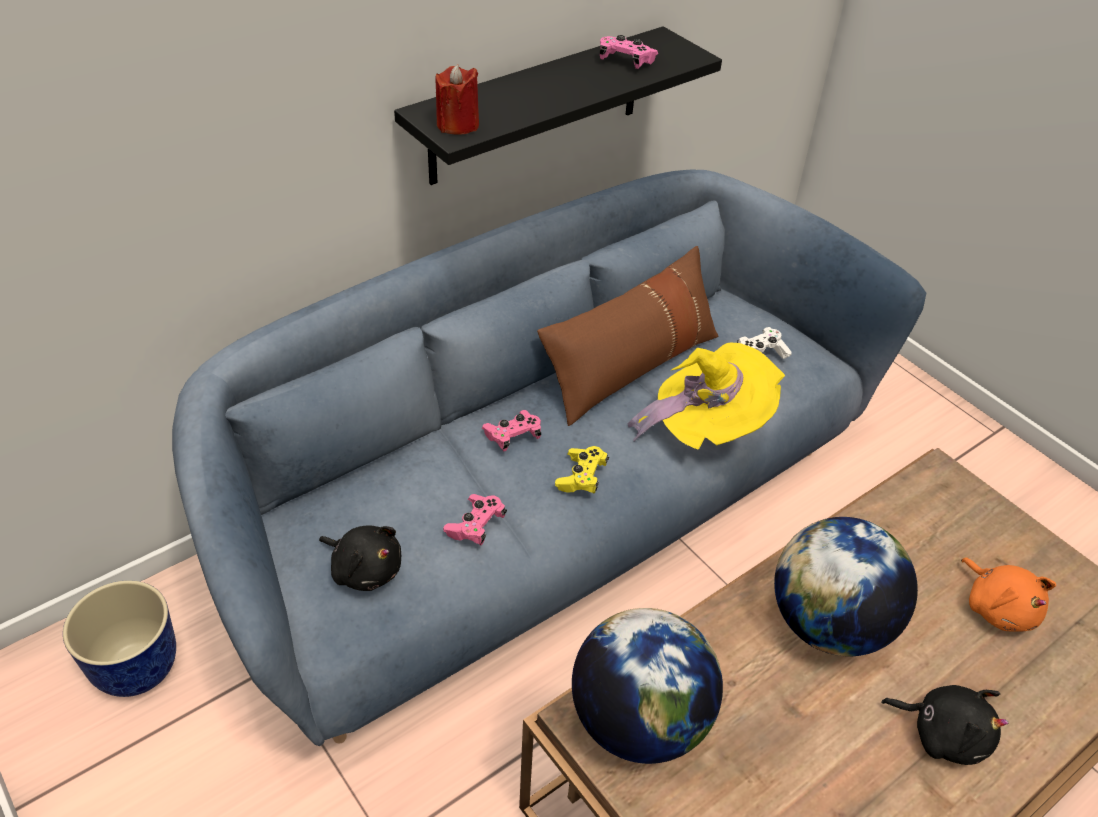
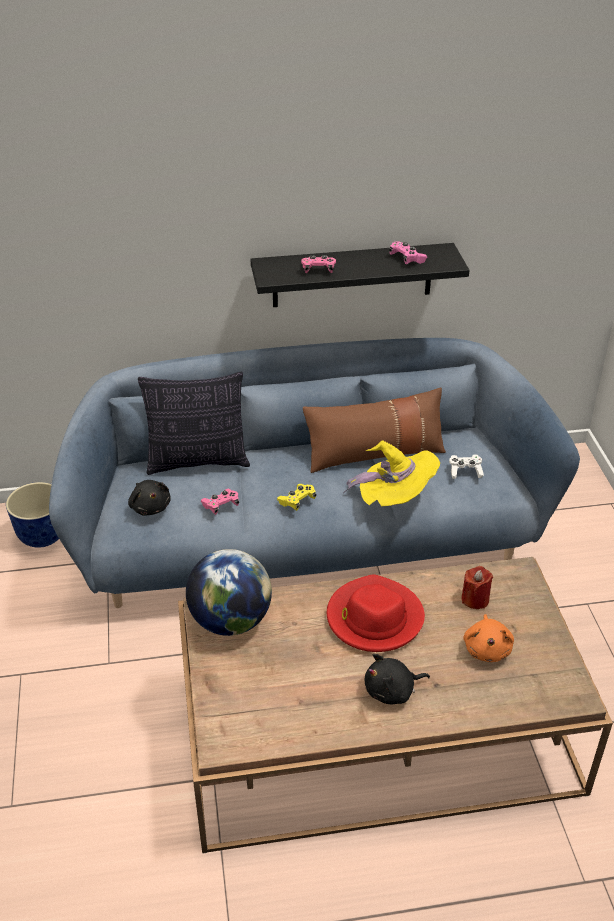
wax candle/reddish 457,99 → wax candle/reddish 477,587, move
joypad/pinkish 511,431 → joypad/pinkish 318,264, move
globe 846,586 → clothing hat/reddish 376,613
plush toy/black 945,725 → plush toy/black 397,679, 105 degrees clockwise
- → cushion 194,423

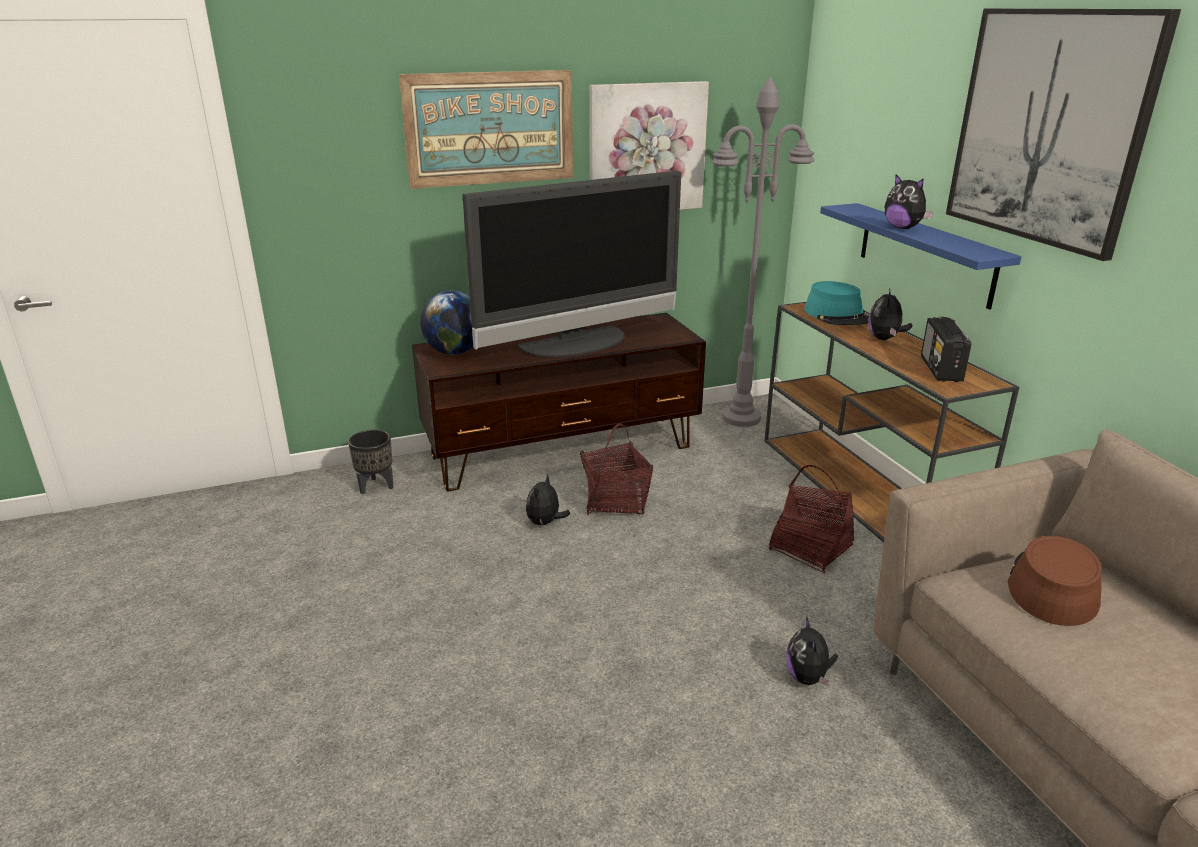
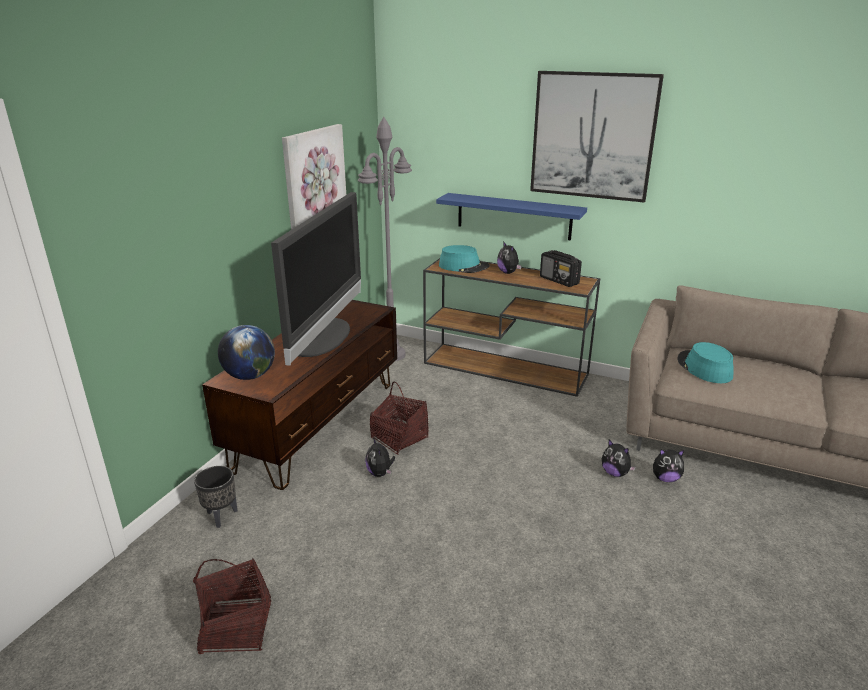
wall picture 486,129 → -
plush toy 909,202 → plush toy 668,465, move
storage basket 811,519 → storage basket 232,606, move
clothing hat/brownish 1055,581 → clothing hat/turquoise 705,362

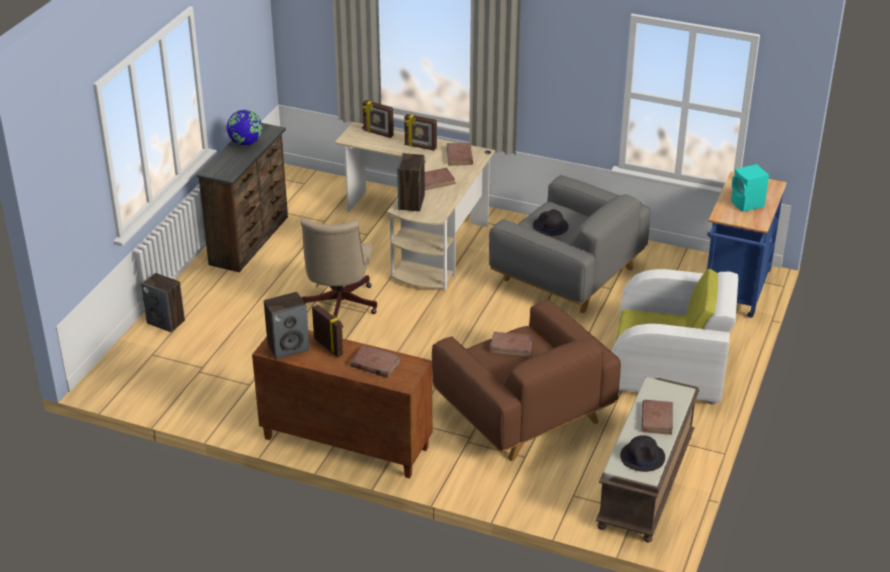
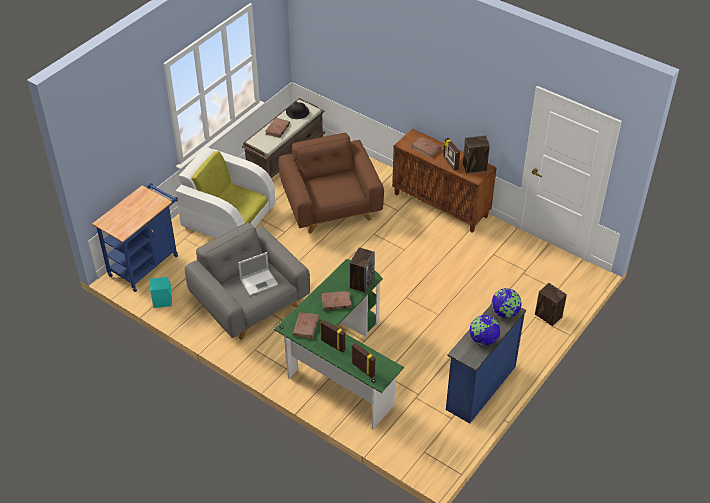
desk table/beige 415,206 → desk table/greenish 339,344
chest of drawers/brownish 242,197 → chest of drawers/bluish 486,364
loudspeaker/turquoise 750,188 → loudspeaker/turquoise 161,292, move
clothing hat/black 551,222 → portable computer 258,274
office chair/beige 339,268 → -
volume/brownish 511,344 → -
- → globe 507,303

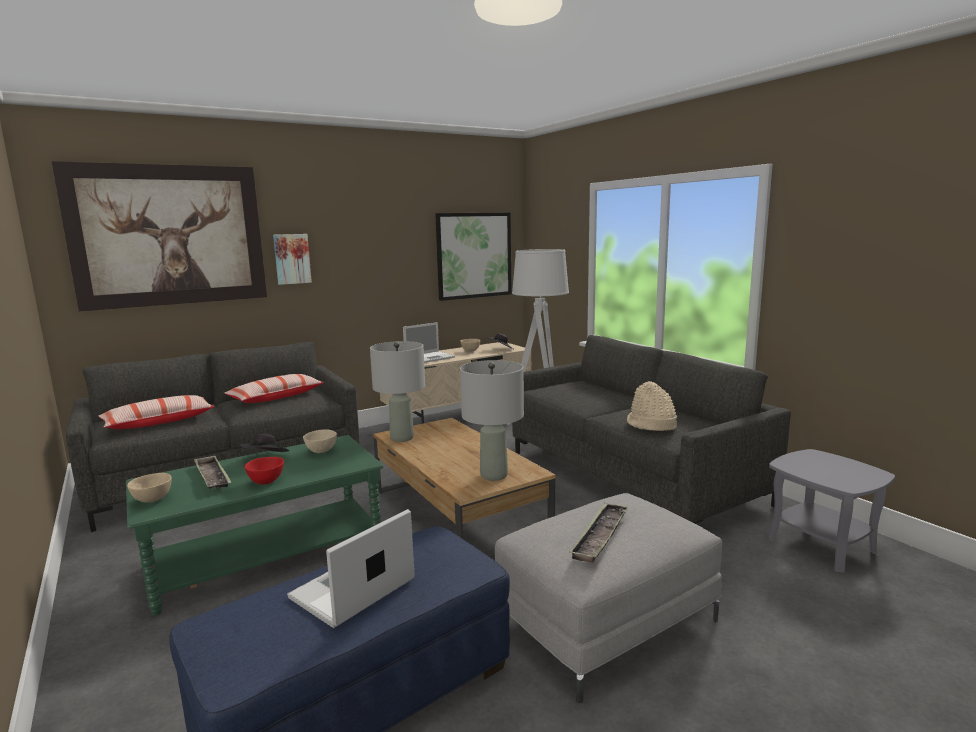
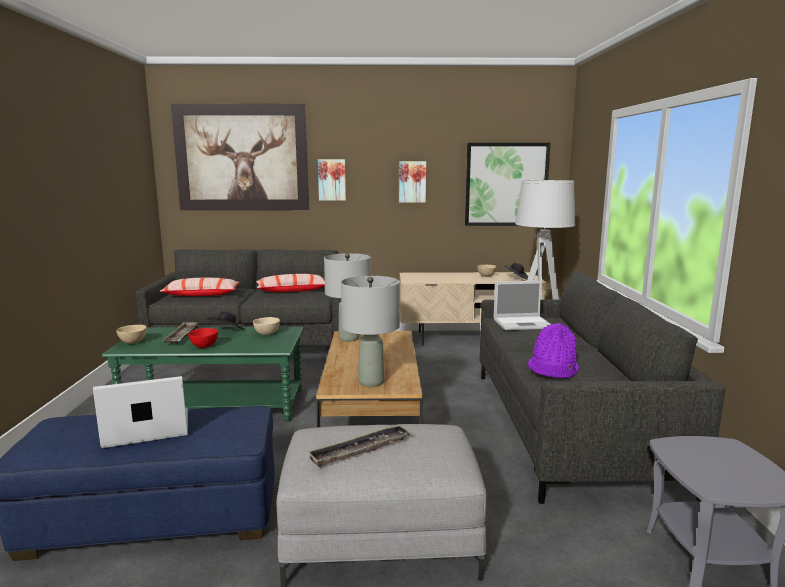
portable computer 429,342 → portable computer 522,305, move
clothing hat/beige 652,406 → clothing hat/purplish 553,350
- → wall picture 412,182

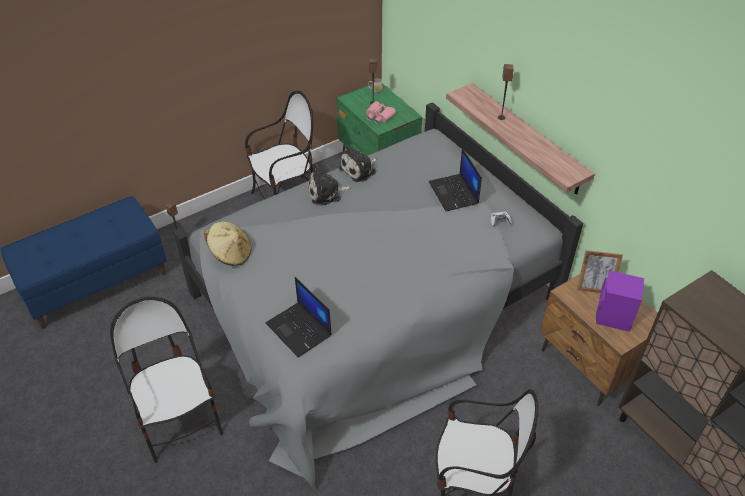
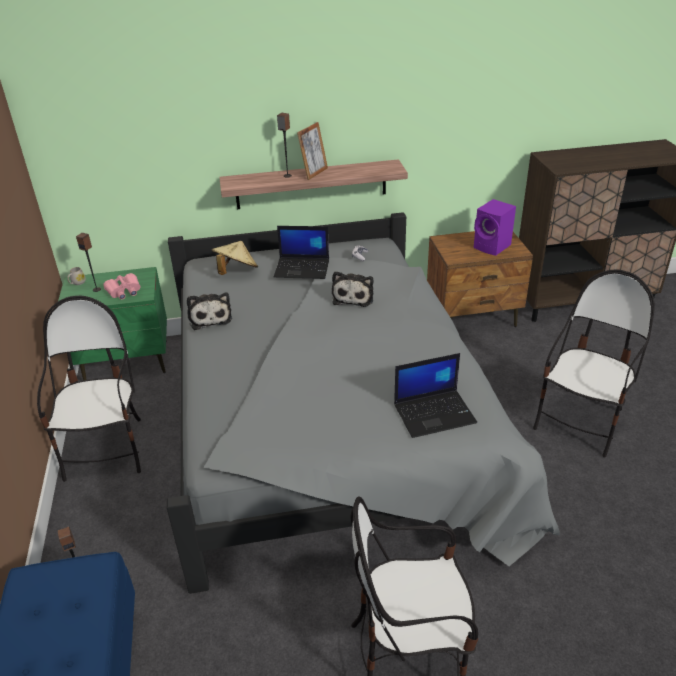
plush toy 329,185 → plush toy 352,289, move
clothing hat/beige 227,243 → clothing hat/beige 235,258, move
photo frame 600,271 → photo frame 312,151, move

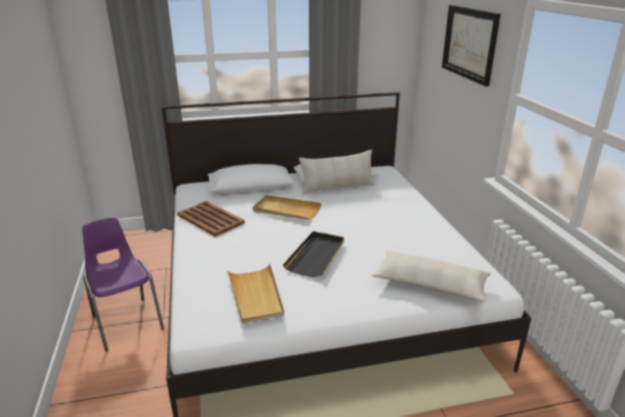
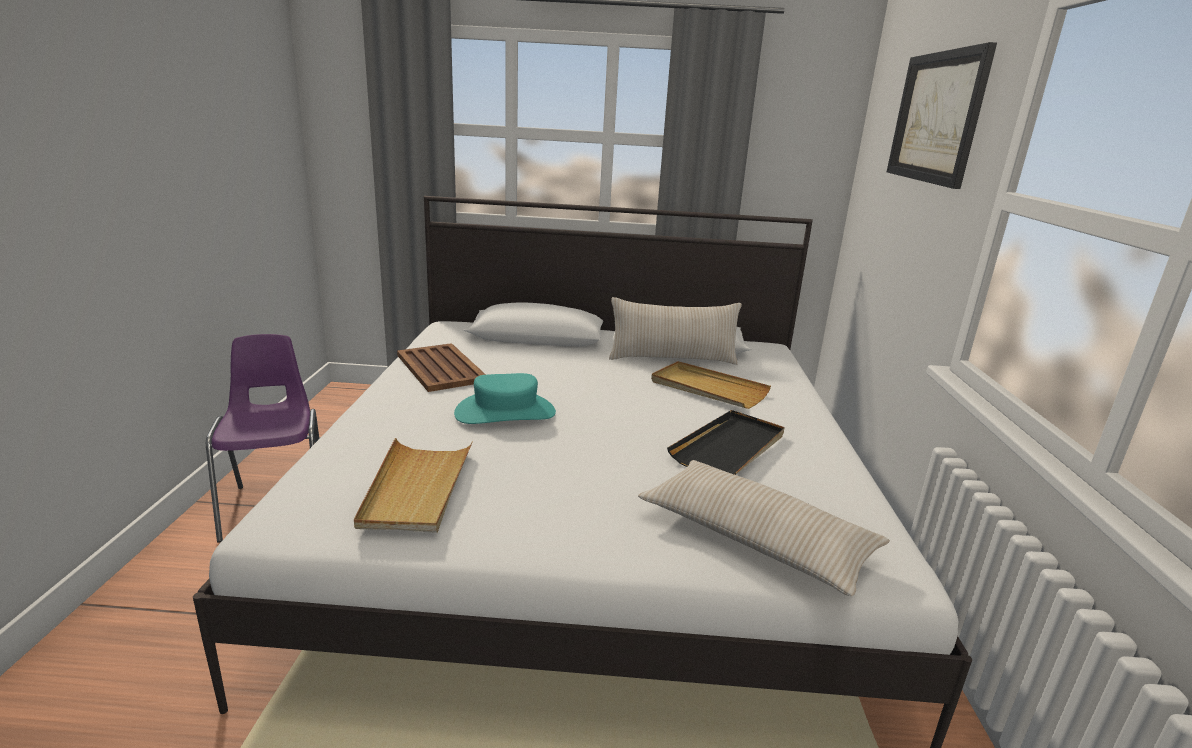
tray/beige 287,207 → tray/beige 711,385, move
tray/black 313,254 → tray/black 726,442, move
- → clothing hat/turquoise 505,398

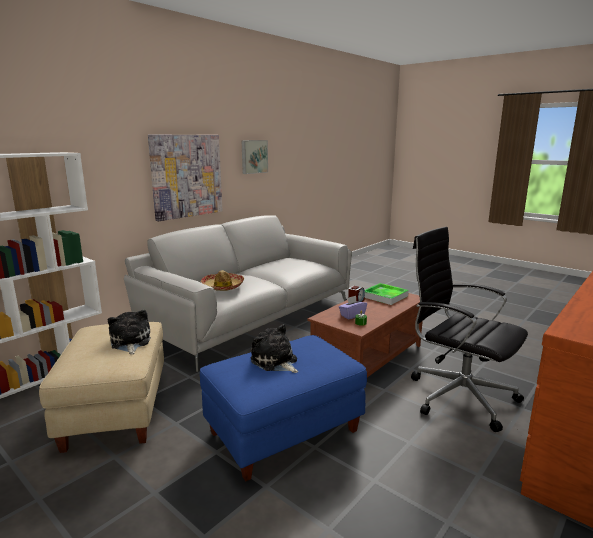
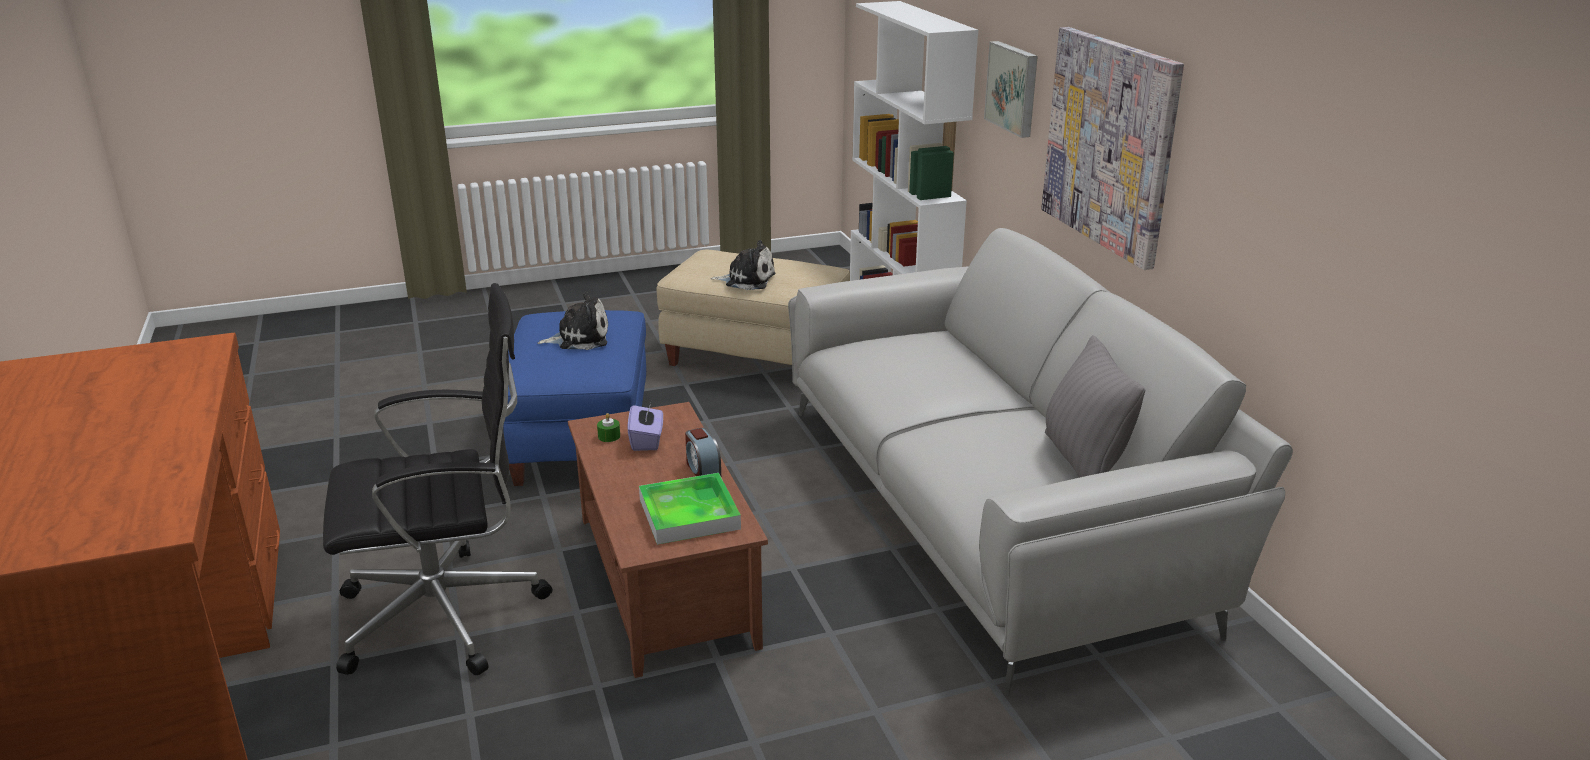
wall picture 254,157 → wall picture 1011,89, move
clothing hat 222,280 → -
- → cushion/grey 1095,406

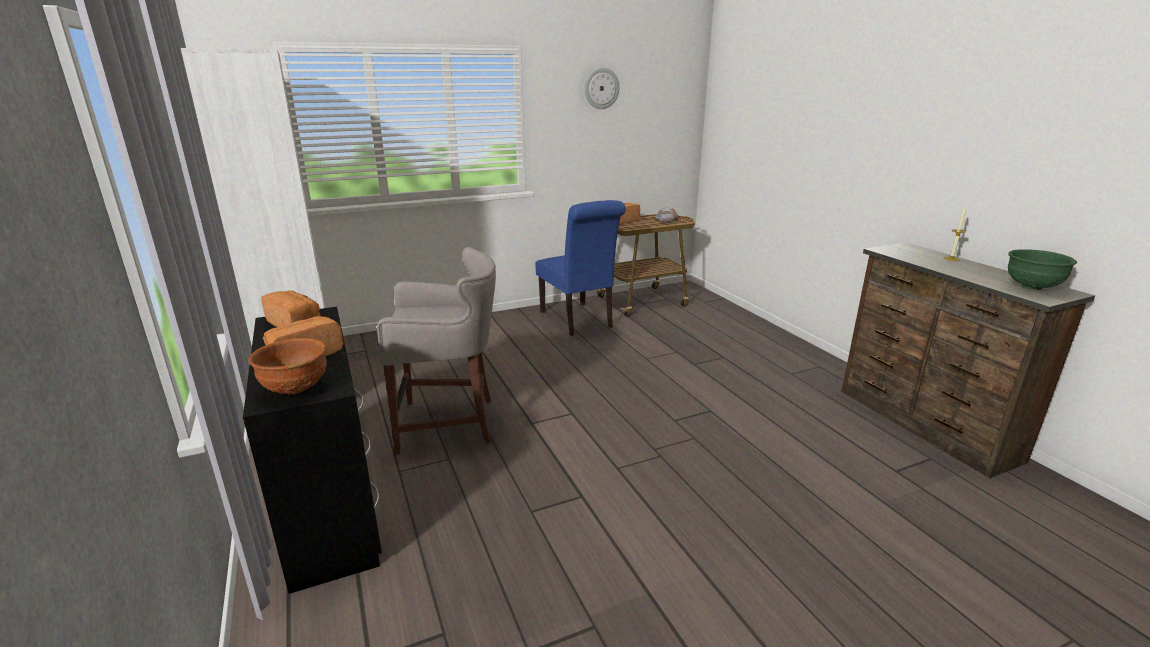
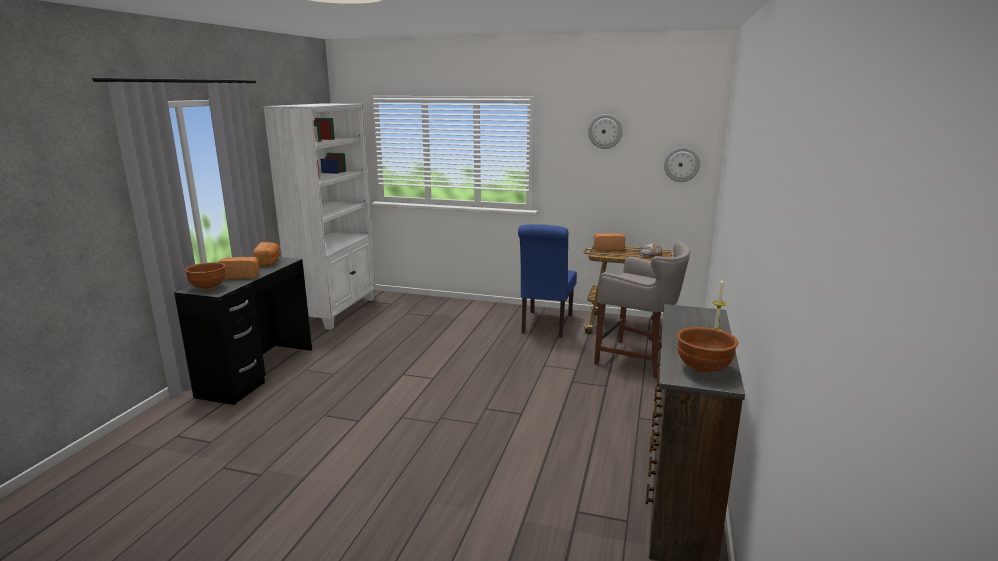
stool/grey 436,350 → stool/grey 642,310, move
bowl/greenish 1042,269 → bowl/brownish 707,350
- → clock on the wall 682,164

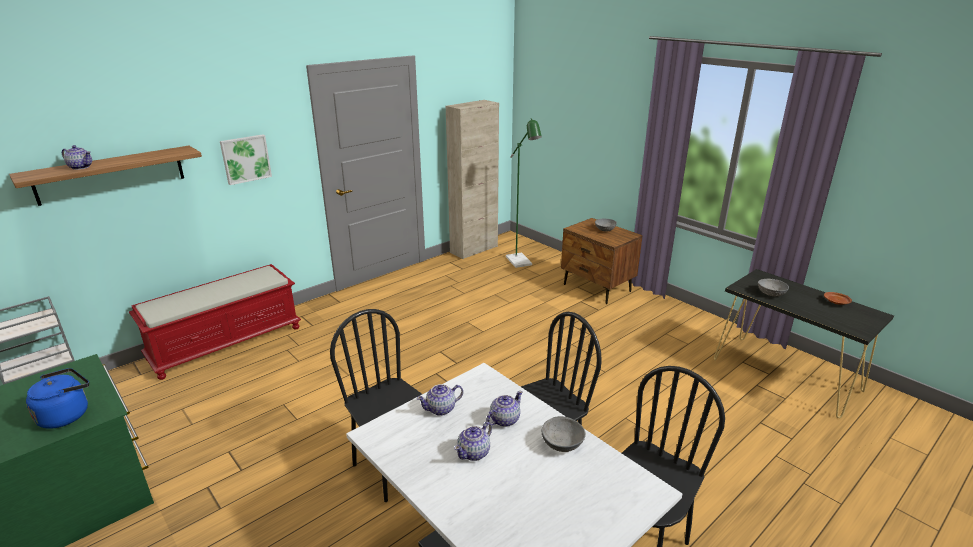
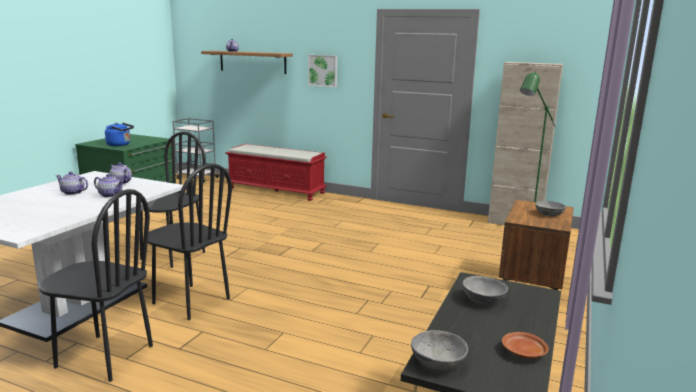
bowl/grey 563,434 → bowl/grey 439,350, move

